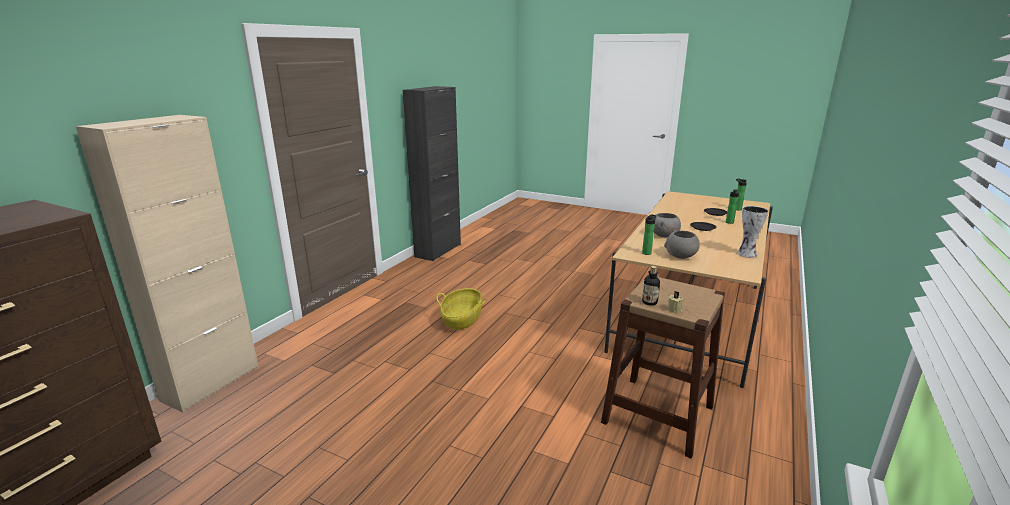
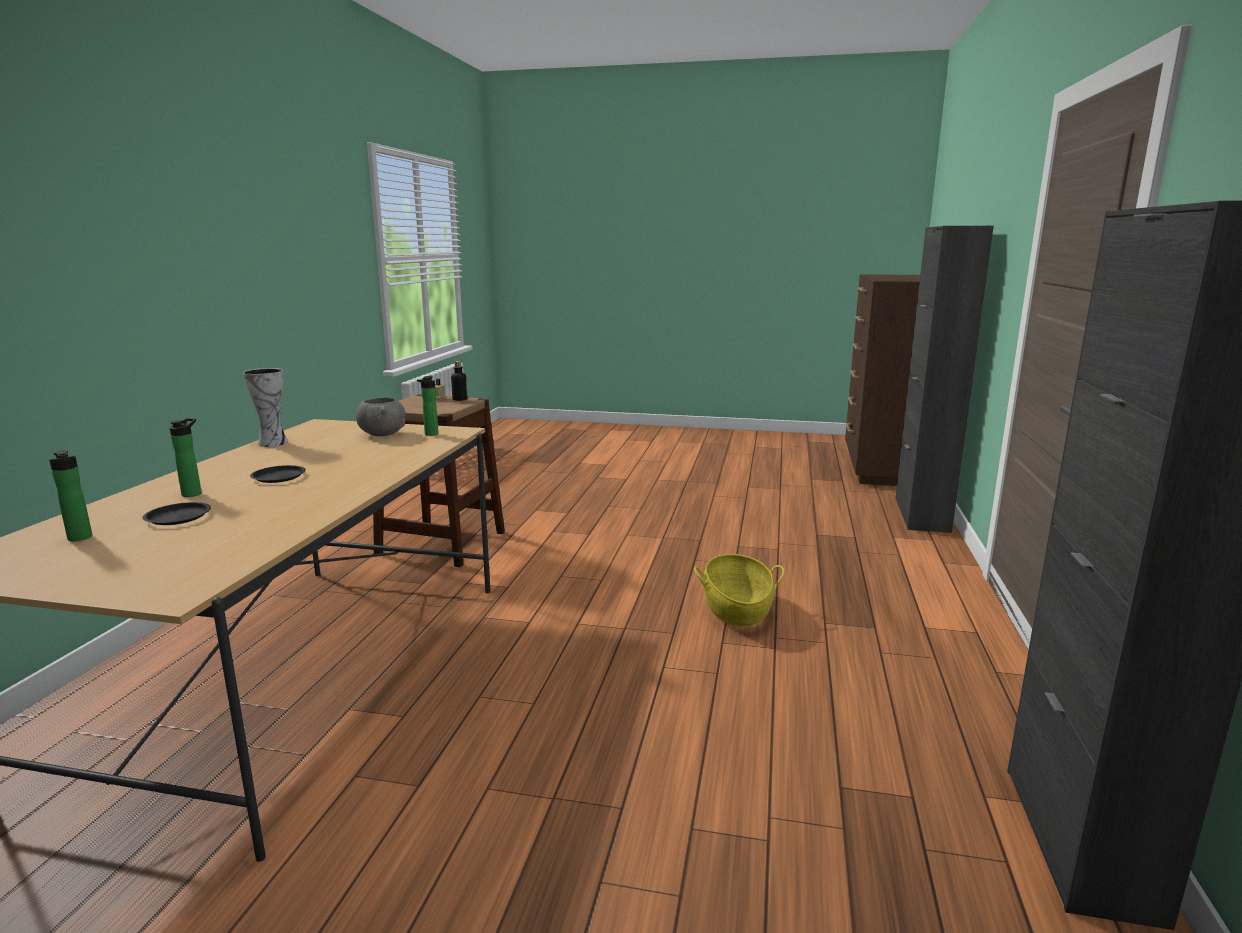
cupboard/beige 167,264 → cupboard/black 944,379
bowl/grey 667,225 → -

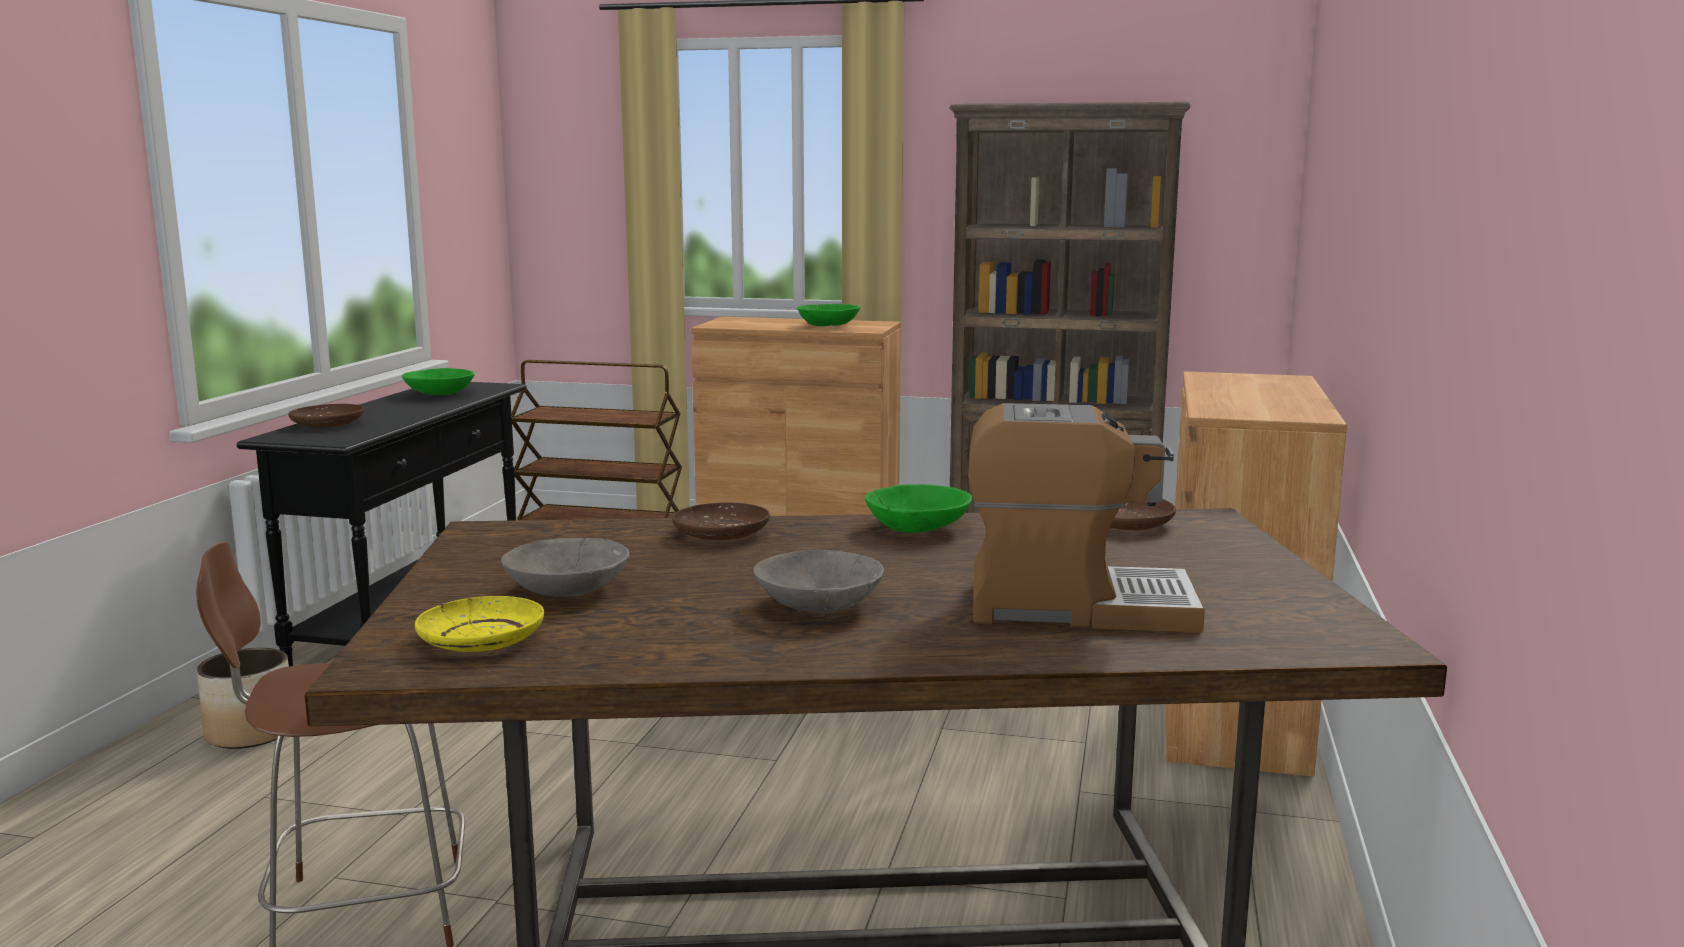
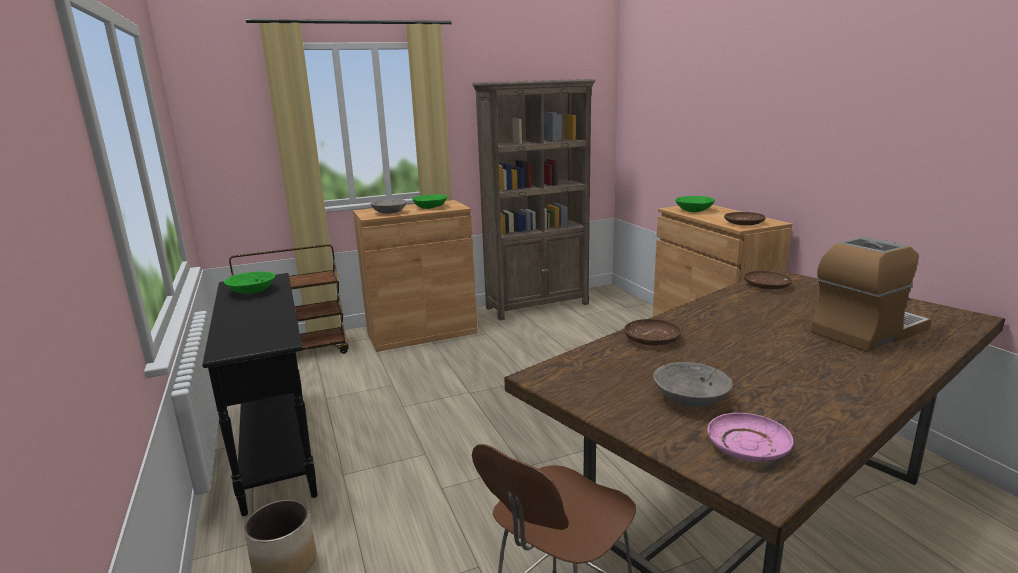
plate/brownish 326,415 → plate/brownish 745,218, move
bowl/greenish 918,508 → bowl/greenish 695,204, move
bowl/grey 818,581 → bowl/grey 388,206, move
plate/yellow-coloured 479,624 → plate/pinkish 750,437

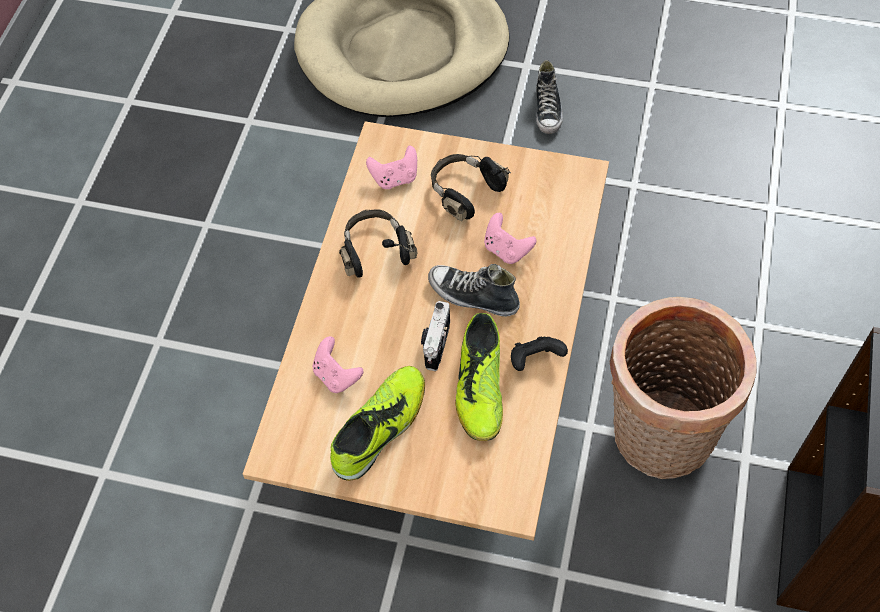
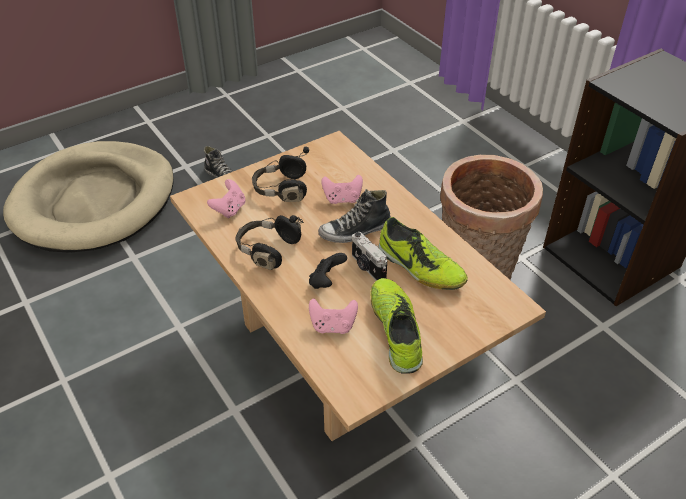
joypad/black 539,354 → joypad/black 328,271, move

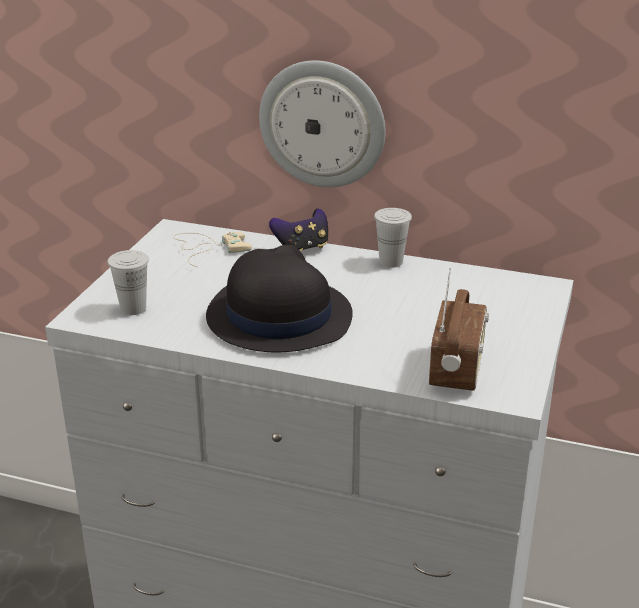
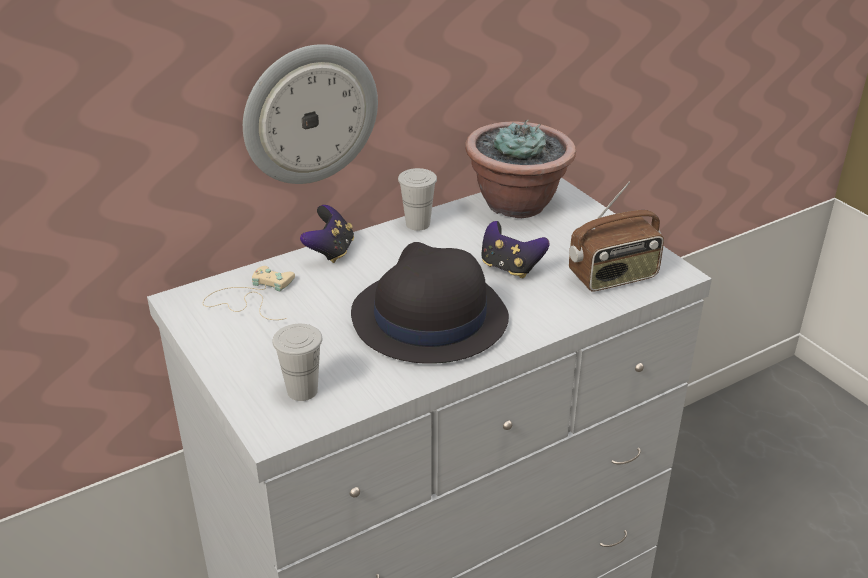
radio 459,329 → radio 616,236, 105 degrees clockwise
- → houseplant 520,169
- → joypad 515,249

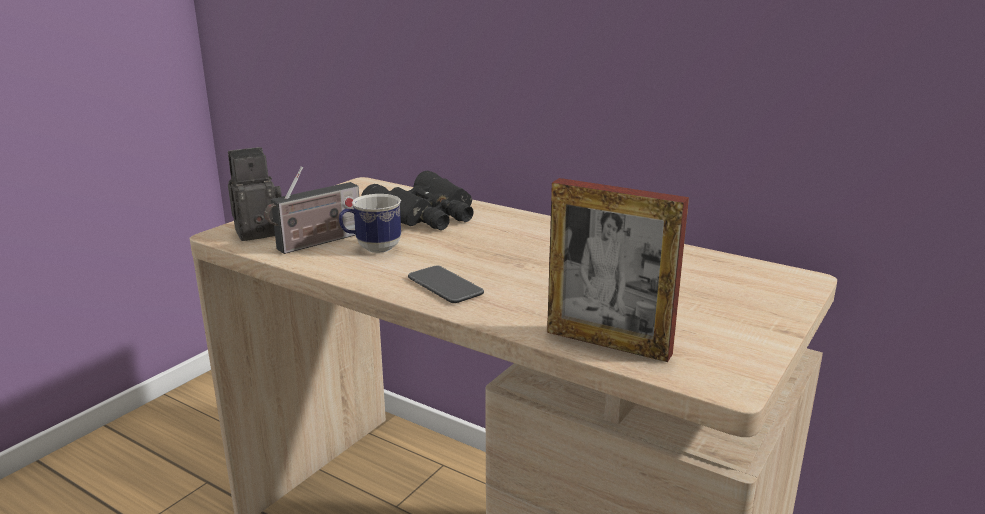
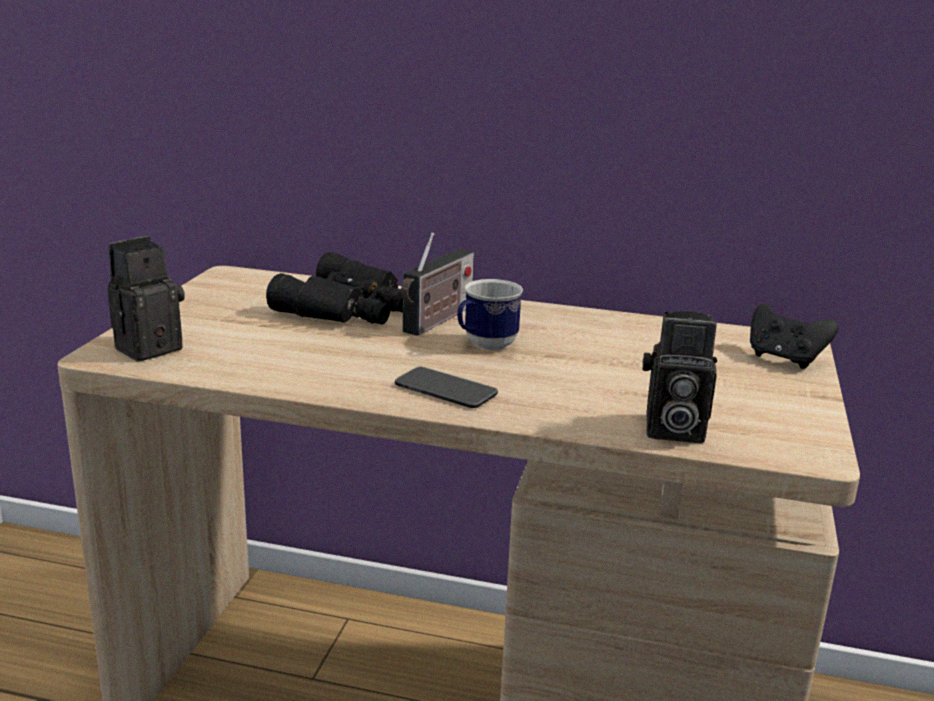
radio 312,210 → radio 437,284, move
photo frame 618,270 → still camera 679,377
tea mug 370,223 → tea mug 490,314, move
- → joypad/black 794,336

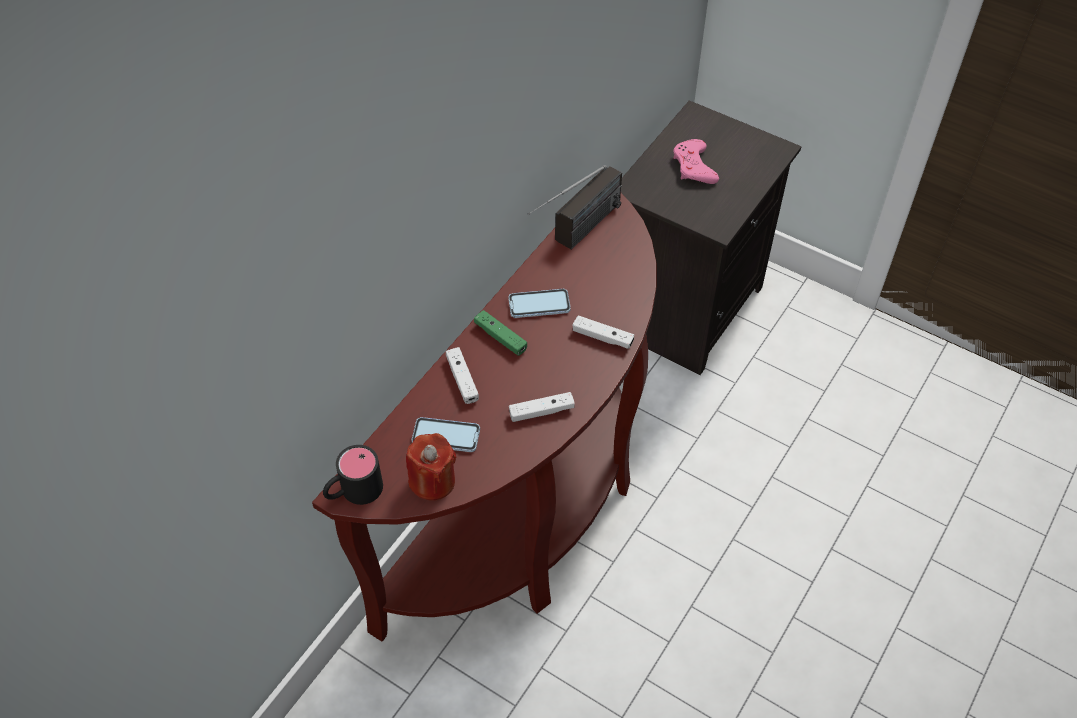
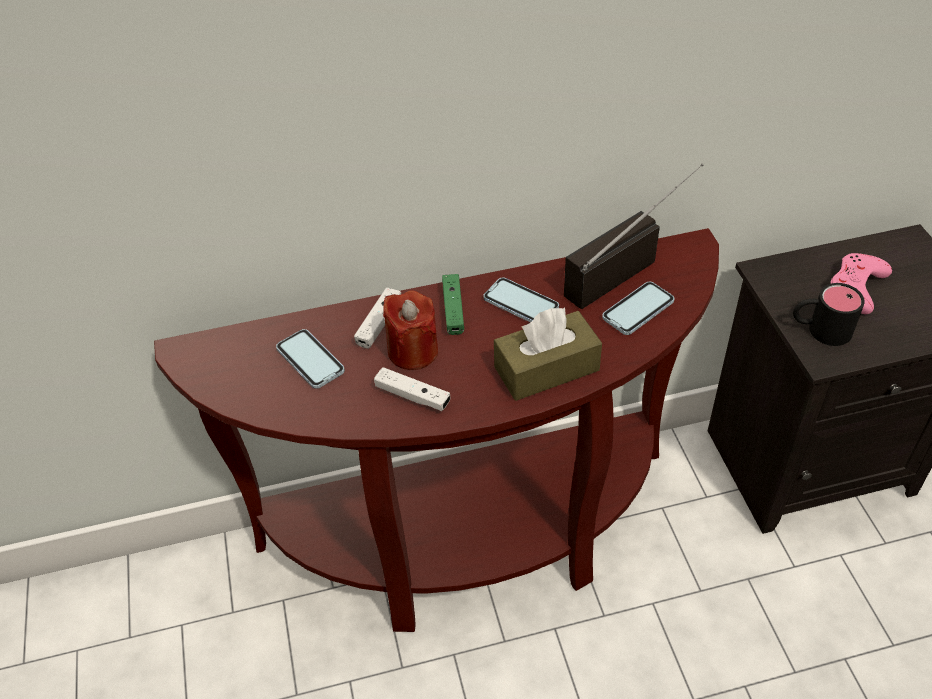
radio 574,207 → radio 633,236, 150 degrees clockwise
joypad/white-coloured 603,332 → box of tissues/brownish 548,354
wax candle/reddish 431,467 → wax candle/reddish 410,330, move
tea mug/black 353,475 → tea mug/black 829,314, move
- → phone 638,308

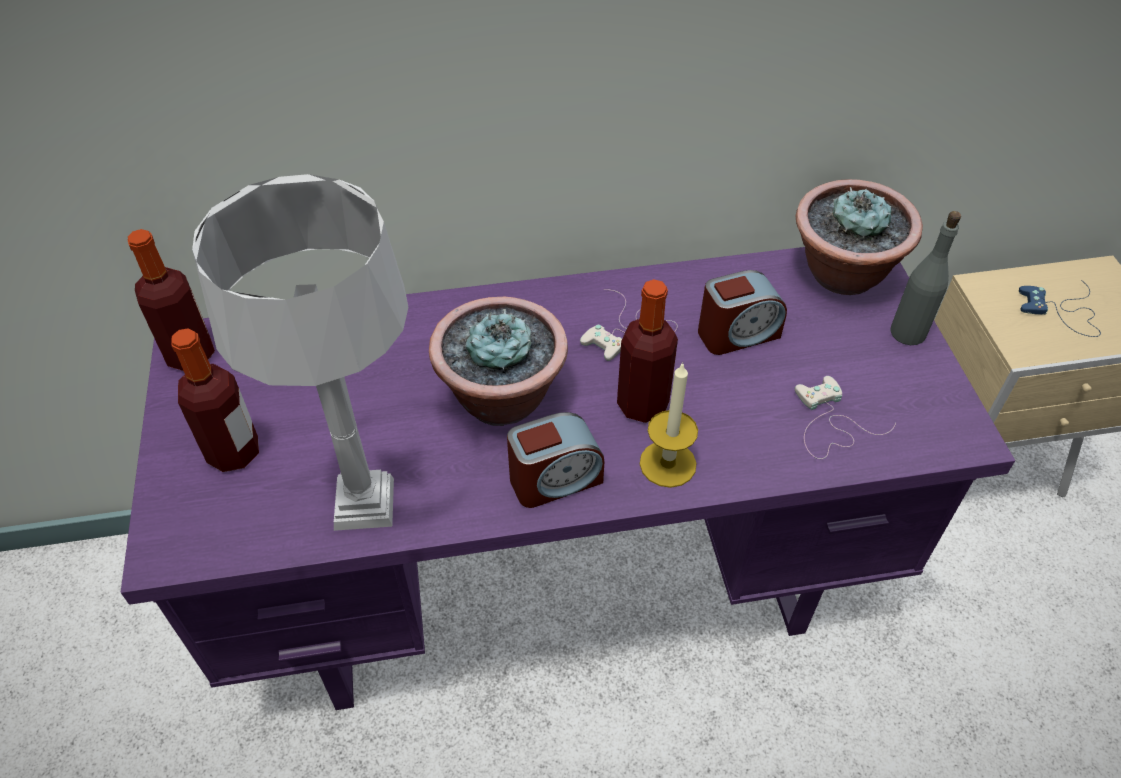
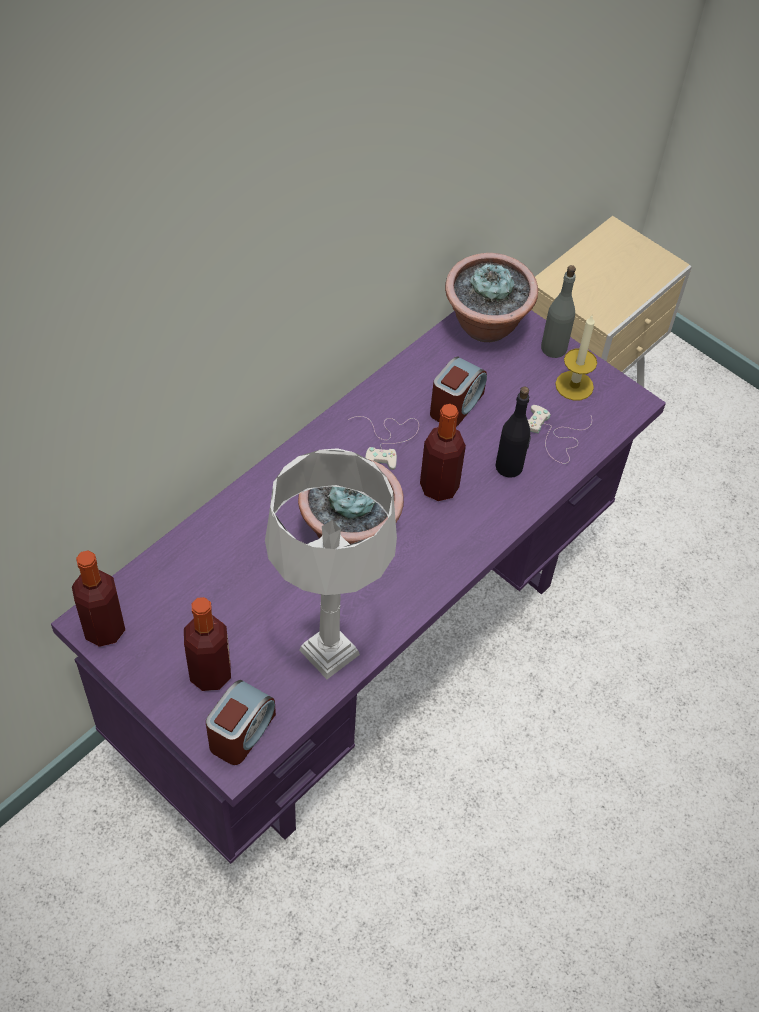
joypad/bluish 1060,308 → -
wax candle 669,425 → wax candle 576,357, move
table clock 555,460 → table clock 241,722, move
- → beverage bottle/black 513,432

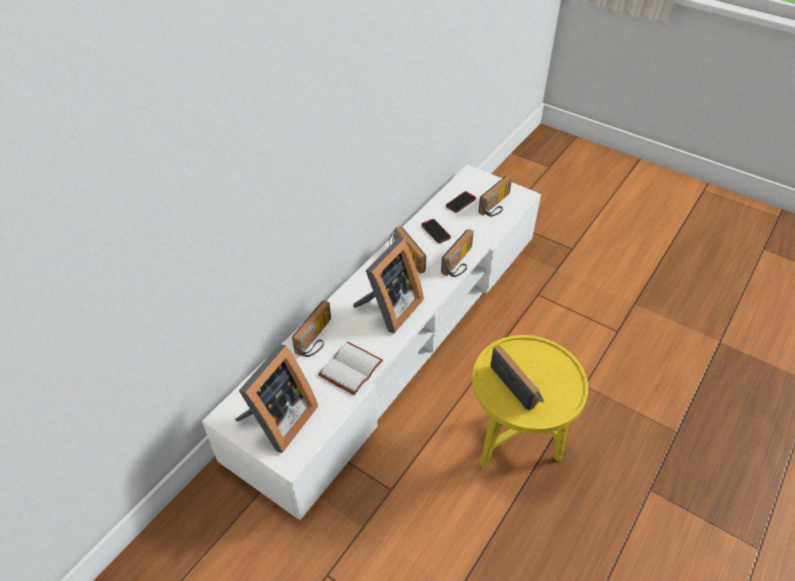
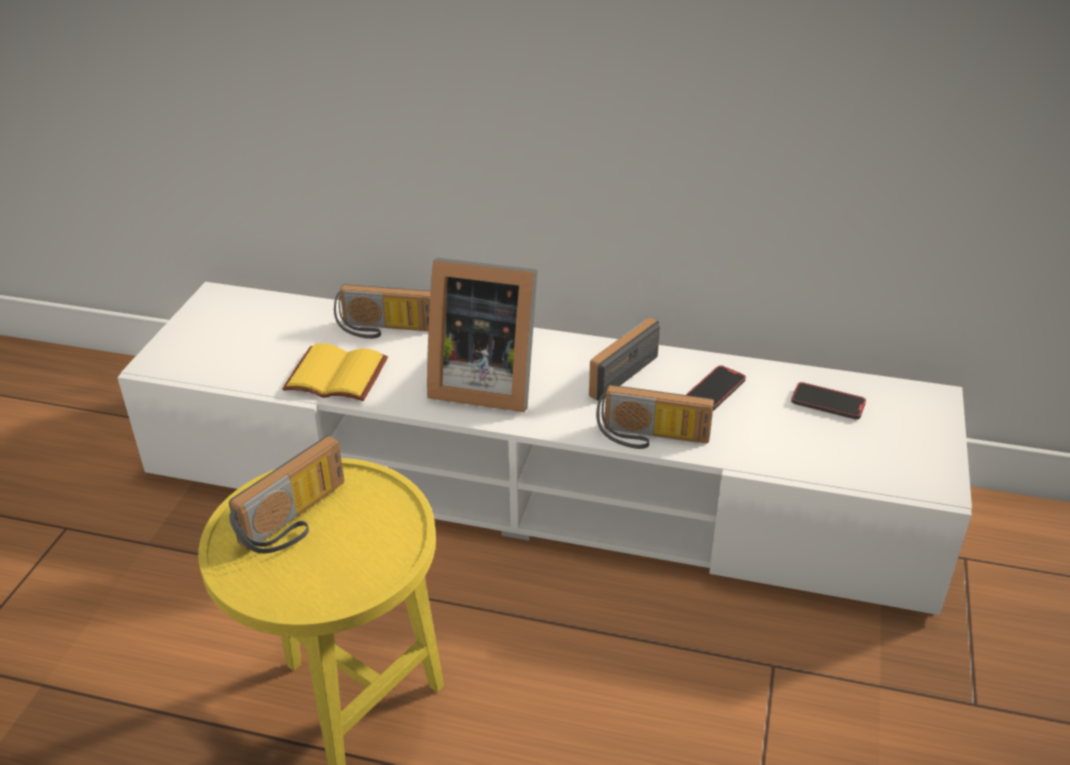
radio 495,195 → -
volume/white-coloured 350,368 → volume/yellow-coloured 335,372
photo frame 276,398 → -

